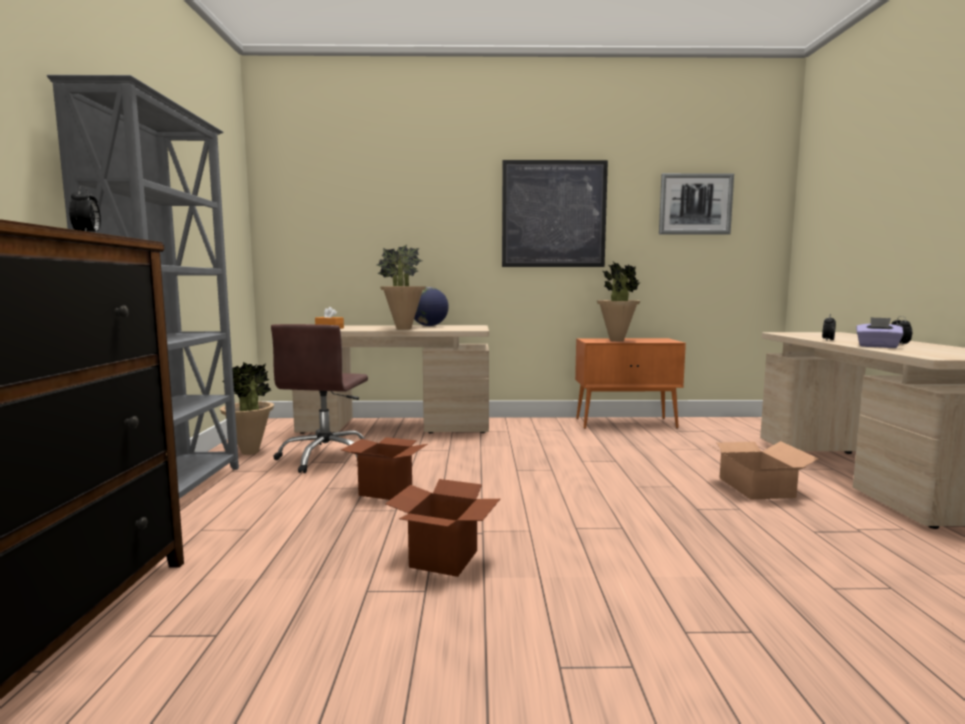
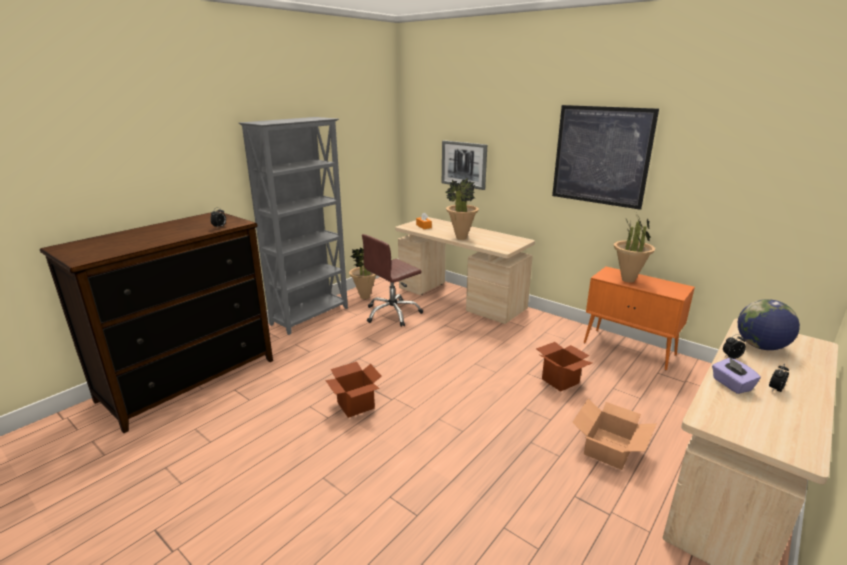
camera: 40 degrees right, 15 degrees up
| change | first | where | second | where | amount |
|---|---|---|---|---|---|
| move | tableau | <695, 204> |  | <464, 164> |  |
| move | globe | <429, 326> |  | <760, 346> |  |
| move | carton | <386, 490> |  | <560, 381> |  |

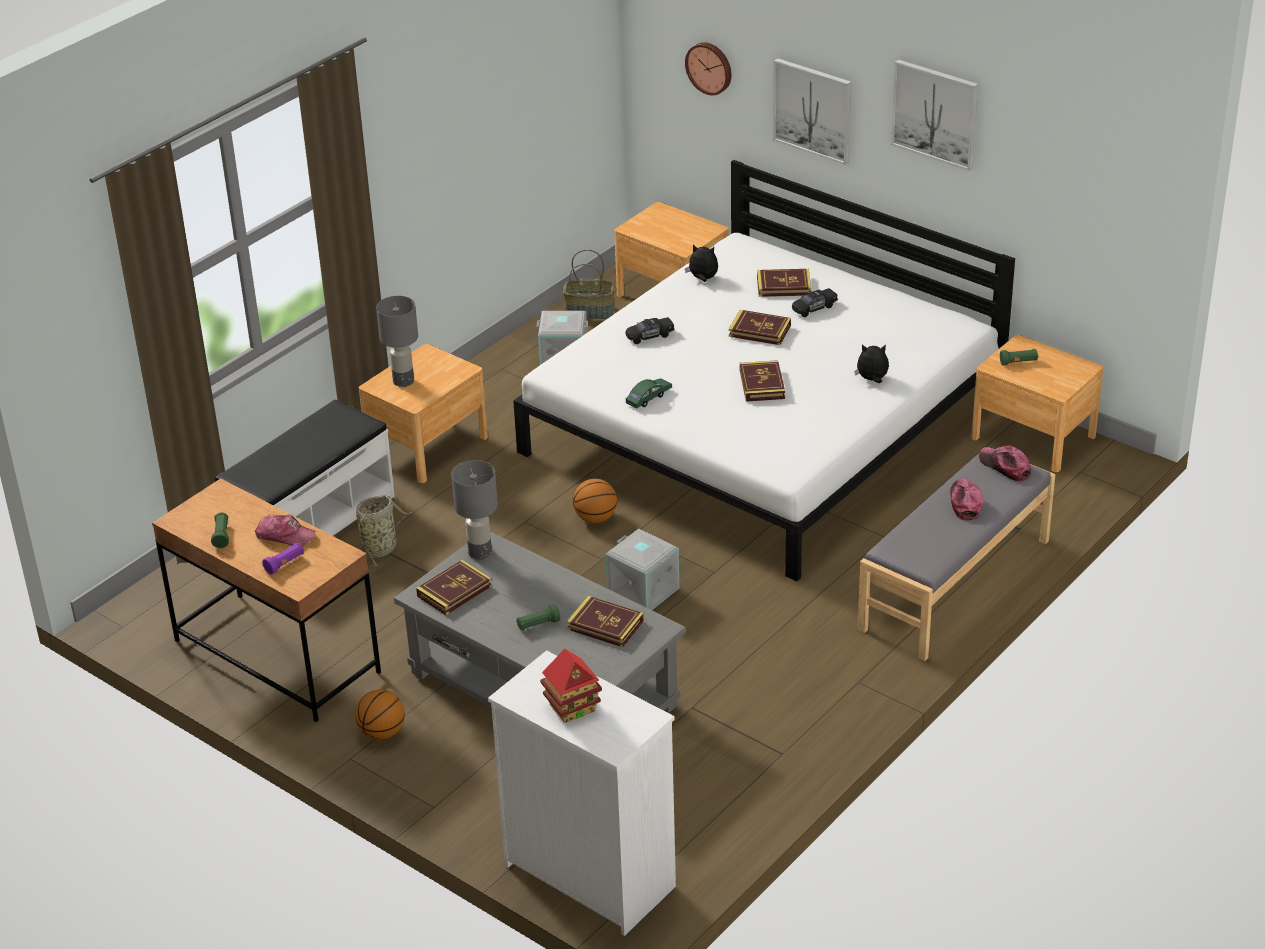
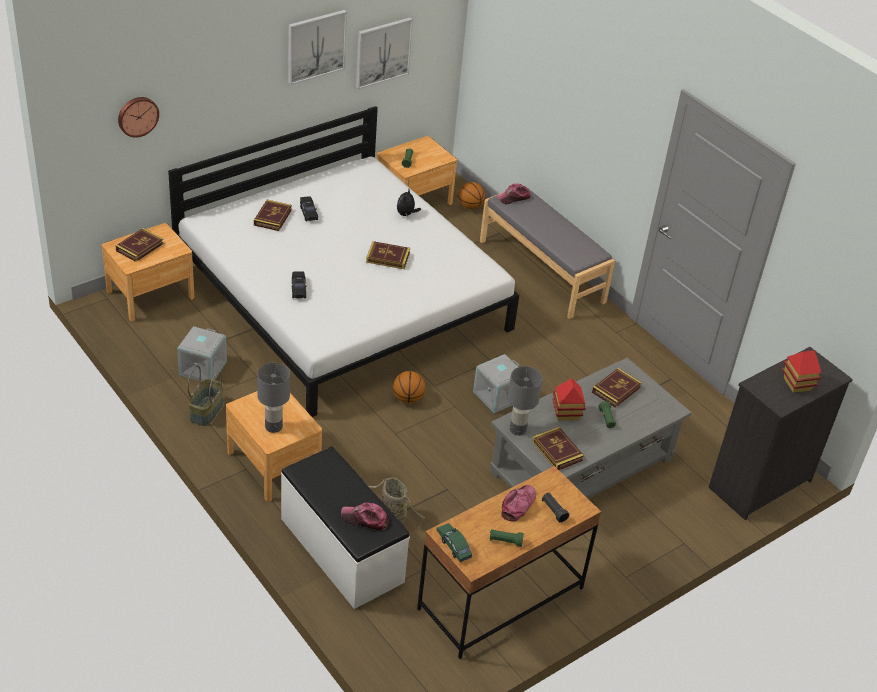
camera: 80 degrees left, 5 degrees up
| change | first | where | second | where | amount |
|---|---|---|---|---|---|
| move | tableau | <813, 110> |  | <382, 52> |  |
| delete | peluche | <703, 279> |  |  |  |
| move | panier | <590, 312> |  | <206, 411> |  |
| move | livre | <759, 331> |  | <139, 247> |  |
| move | petite voiture (vert) | <649, 398> |  | <453, 545> |  |
| move | casquette | <965, 502> |  | <365, 519> |  |
| recolor | lampe de poche (violet) | <285, 564> | lampe de poche (noir) | <553, 511> |  |
| recolor | commode (blanc) | <589, 874> | commode (noir) | <758, 484> |  |
| move | ballon de basket | <381, 732> |  | <470, 206> |  |
| insert |  |  | maison miniature | <566, 413> |  |

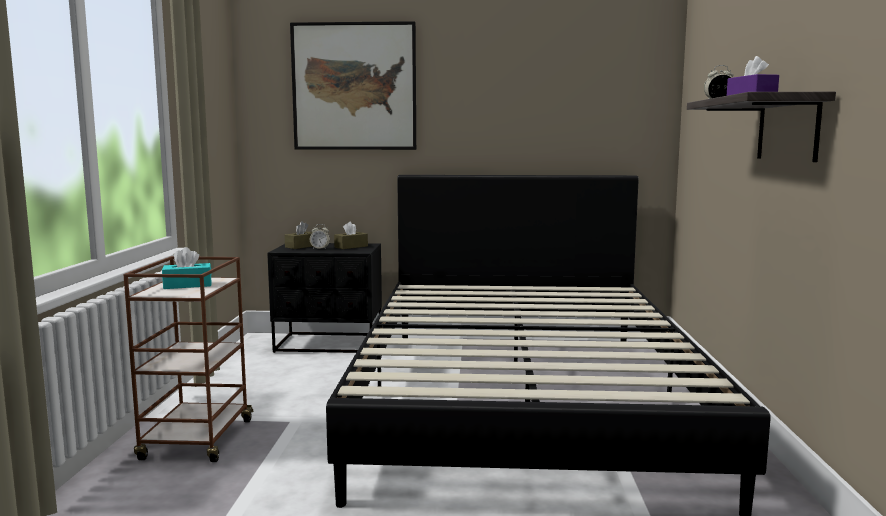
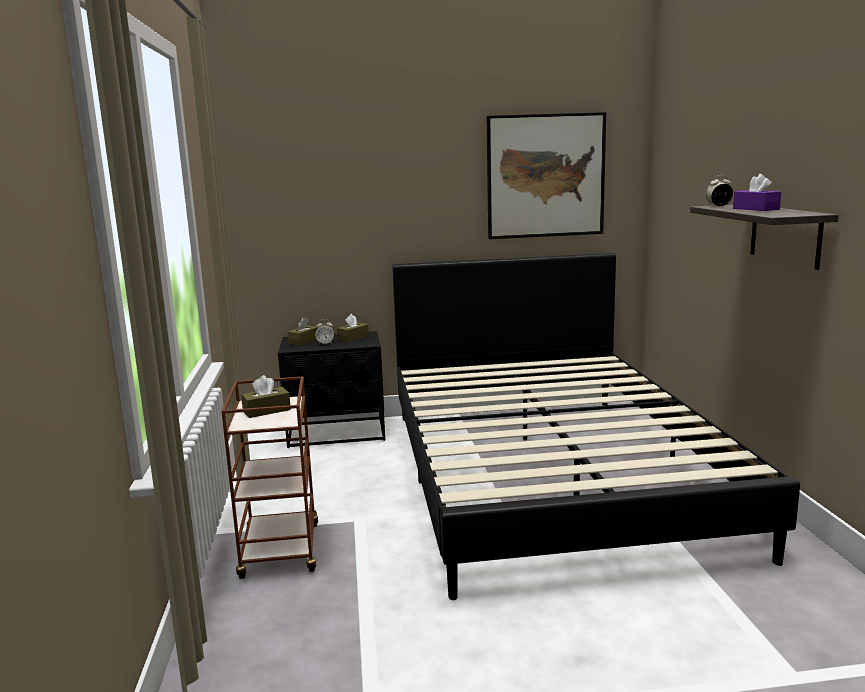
camera: 10 degrees left, 5 degrees up
| change | first | where | second | where | amount |
|---|---|---|---|---|---|
| move | tableau | <354, 87> |  | <545, 176> |  |
| recolor | boîte à mouchoirs (turquoise) | <187, 285> | boîte à mouchoirs (marron) | <266, 411> |  |

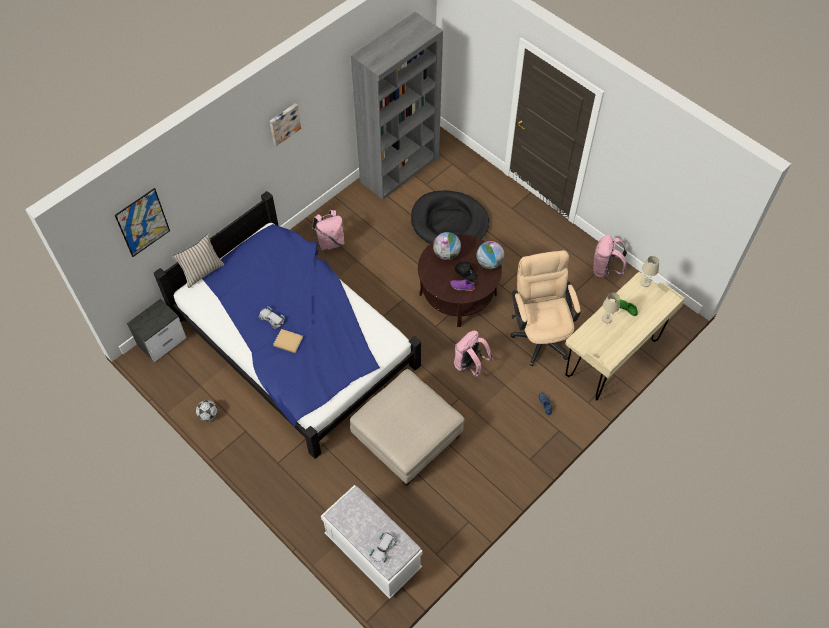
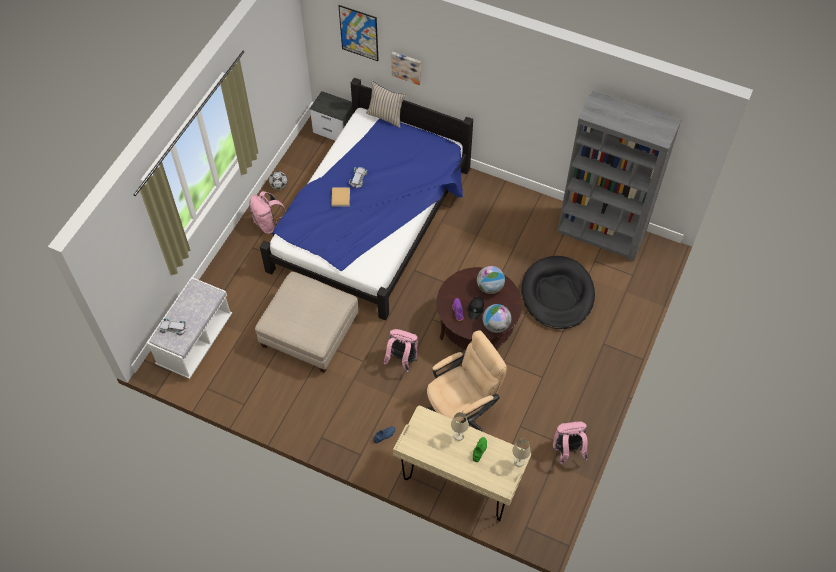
camera: 70 degrees right, 0 degrees up
| change | first | where | second | where | amount |
|---|---|---|---|---|---|
| move | tableau | <284, 123> |  | <407, 67> |  |
| move | sac à dos (rose) | <330, 242> |  | <269, 224> |  |

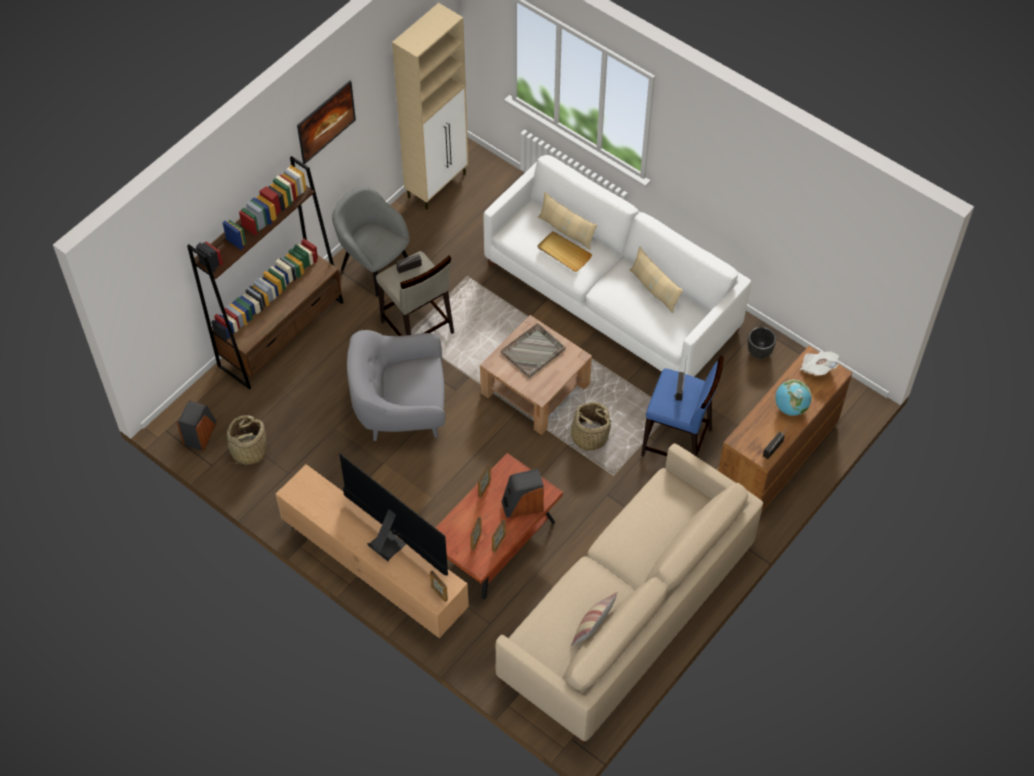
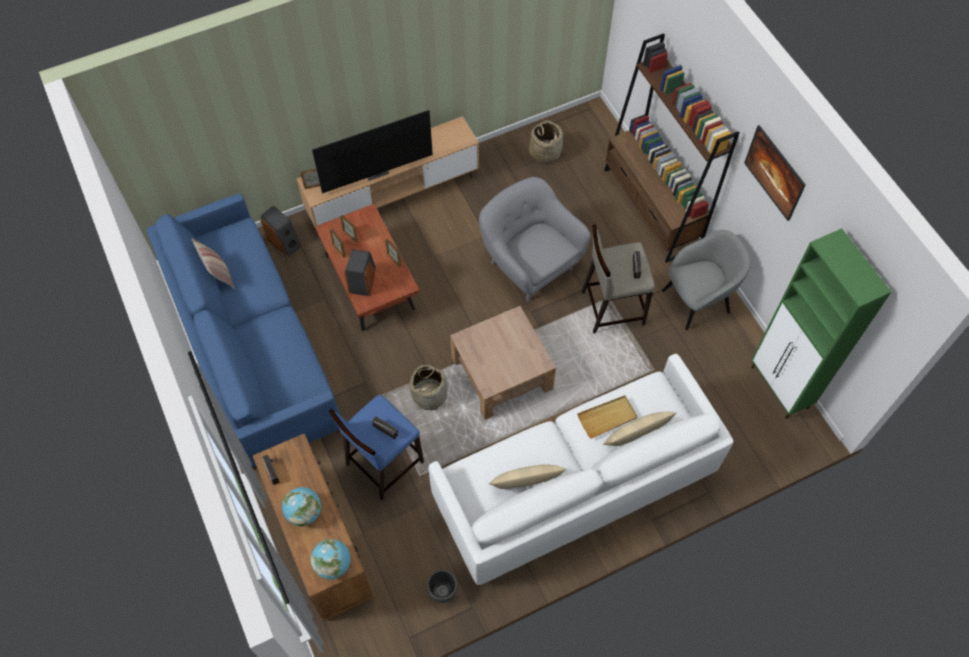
camera: 115 degrees right, 5 degrees up
| change | first | where | second | where | amount |
|---|---|---|---|---|---|
| recolor | meuble de rangement (beige) | <437, 185> | meuble de rangement (vert) | <779, 388> |  |
| delete | plateau (gris) | <533, 350> |  |  |  |
| rotate | fauteuil (gris) | <401, 411> |  | <529, 264> | 60 degrees counterclockwise |
| replace | journal | <817, 367> | globe | <333, 564> |  |
| move | enceinte | <200, 434> |  | <284, 242> |  |
| recolor | canapé (beige) | <627, 612> | canapé (bleu) | <252, 348> |  |

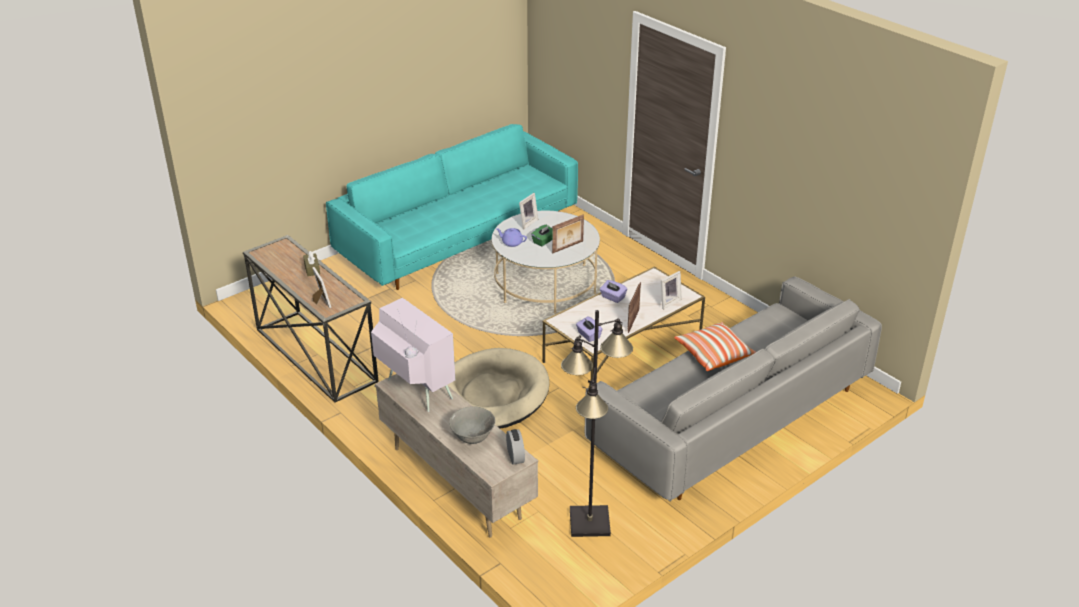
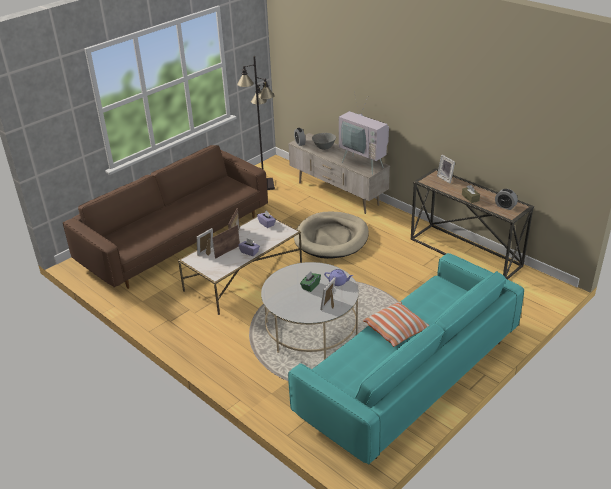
camera: 175 degrees right, 0 degrees up
| change | first | where | second | where | amount |
|---|---|---|---|---|---|
| move | cadre photo | <568, 247> |  | <227, 251> |  |
| recolor | canapé (gris) | <730, 417> | canapé (marron) | <176, 239> |  |
| move | coussin | <713, 354> |  | <397, 331> |  |
| insert |  |  | réveil | <505, 206> |  |

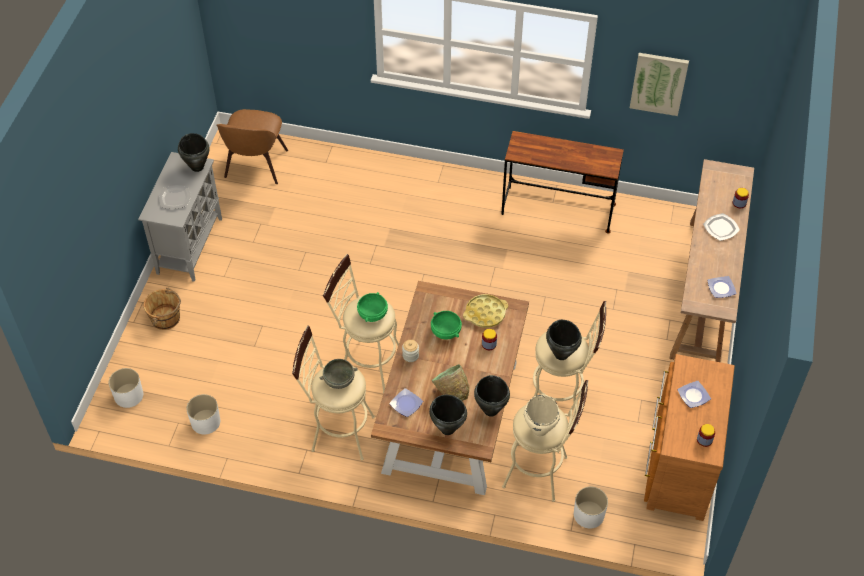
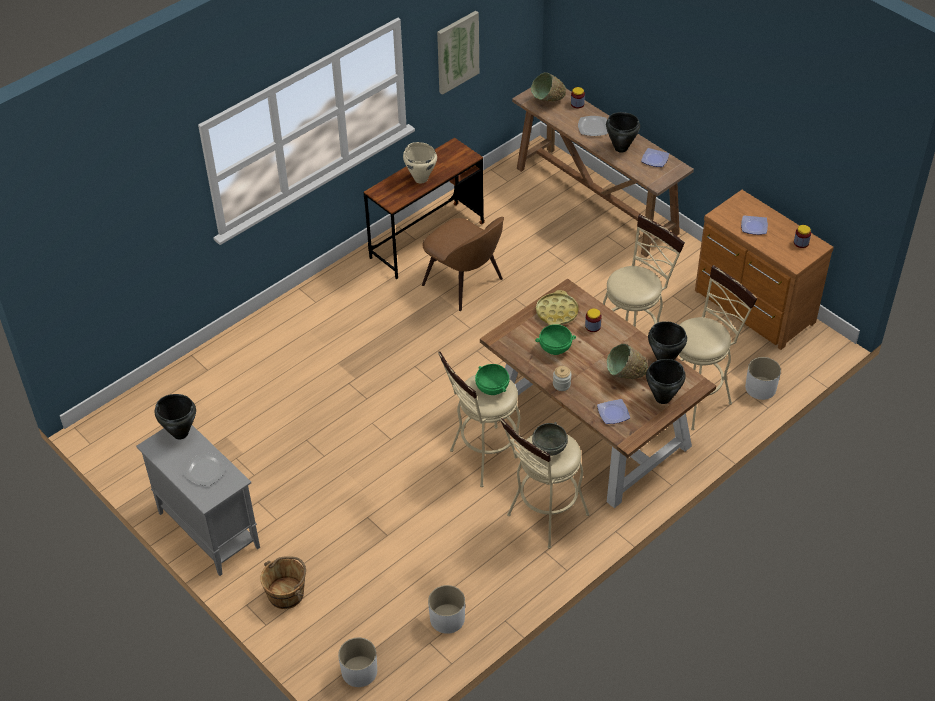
camera: 55 degrees left, 5 degrees down
| change | first | where | second | where | amount |
|---|---|---|---|---|---|
| move | chaise (marron) | <255, 166> |  | <464, 283> |  |
| move | marmite (noir) | <561, 354> |  | <620, 148> |  |
| move | marmite (beige) | <540, 430> |  | <421, 179> |  |
| insert |  |  | bol (vert) | <548, 102> |  |

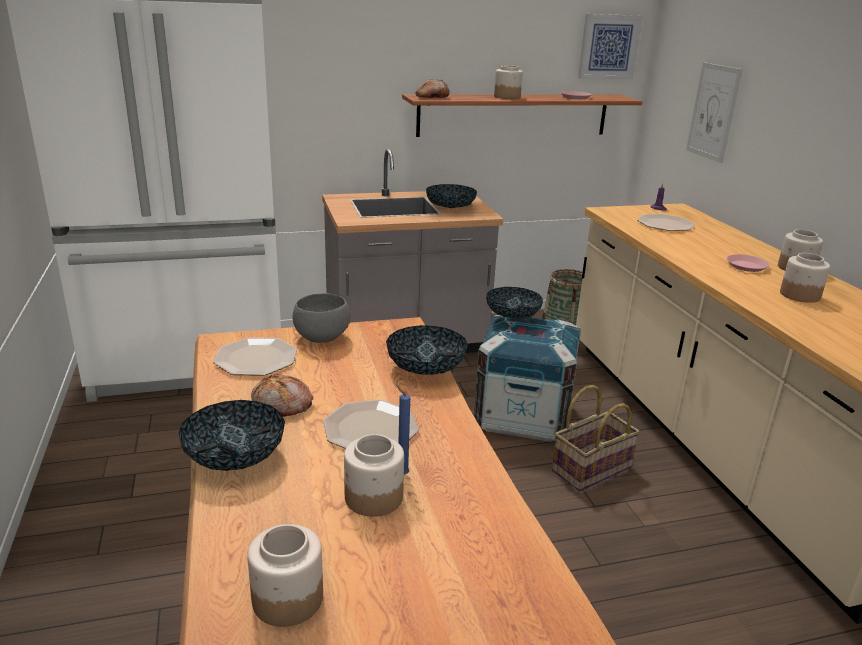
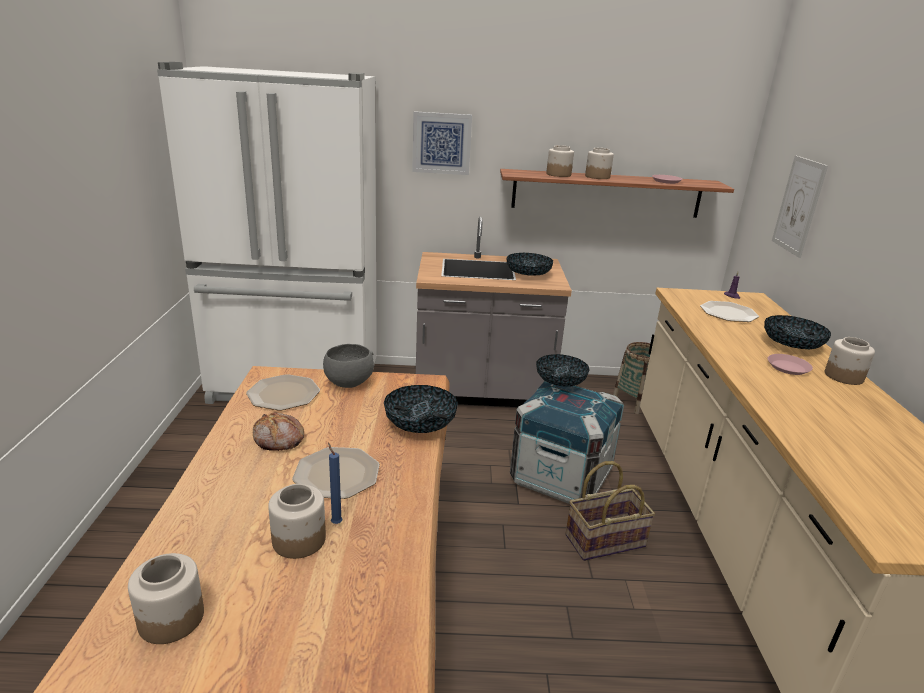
camera: 15 degrees right, 0 degrees up
| change | first | where | second | where | amount |
|---|---|---|---|---|---|
| move | tableau | <609, 47> |  | <441, 143> |  |
| delete | pain | <432, 97> |  |  |  |
| move | bocal | <799, 295> |  | <558, 174> |  |
| move | bol | <235, 456> |  | <791, 346> |  |

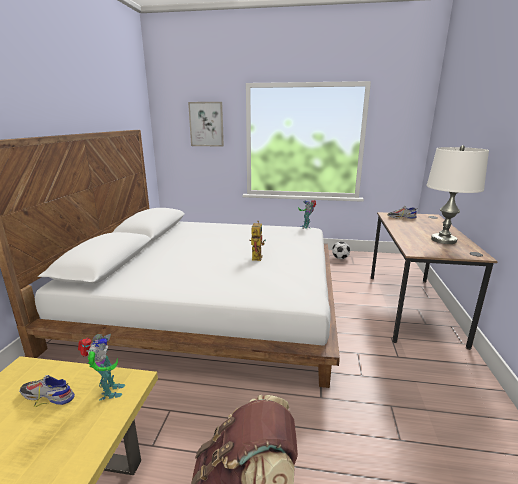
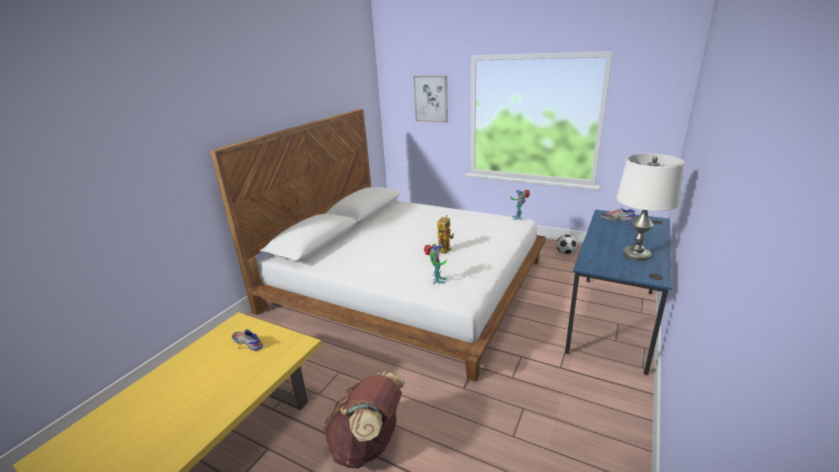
camera: 20 degrees right, 5 degrees up
| change | first | where | second | where | amount |
|---|---|---|---|---|---|
| recolor | bureau (marron) | <411, 307> | bureau (bleu) | <612, 320> |  |
| move | robot jouet | <108, 392> |  | <437, 280> |  |

